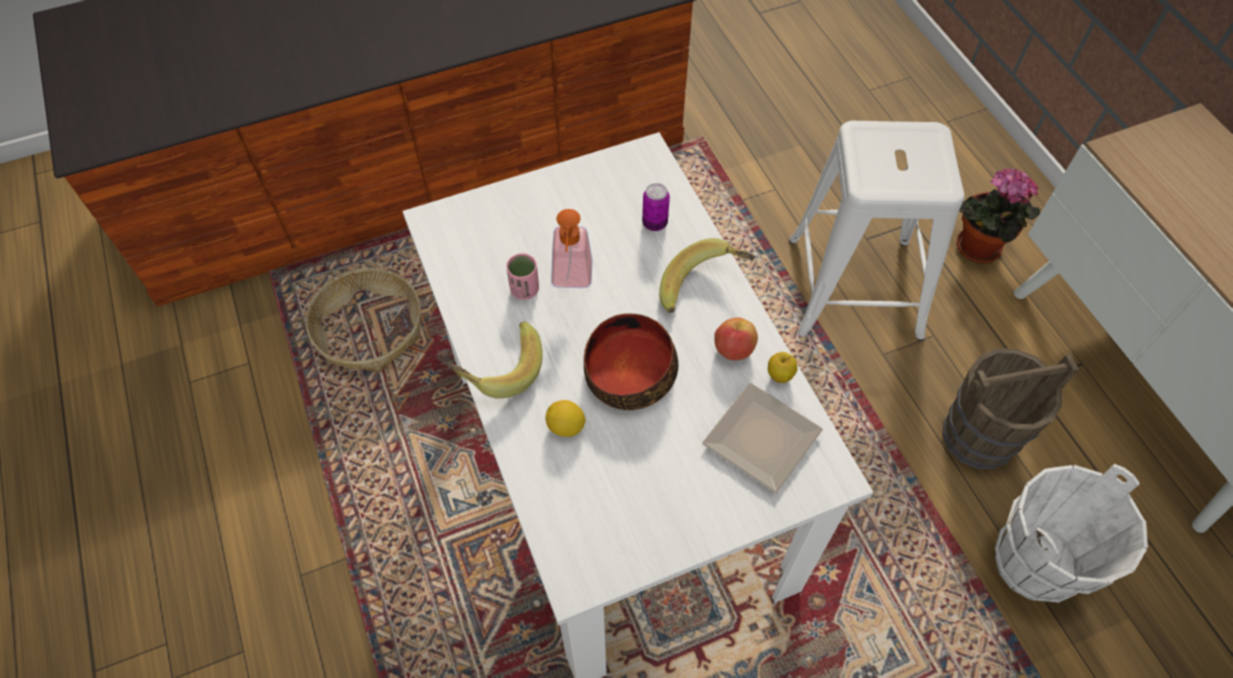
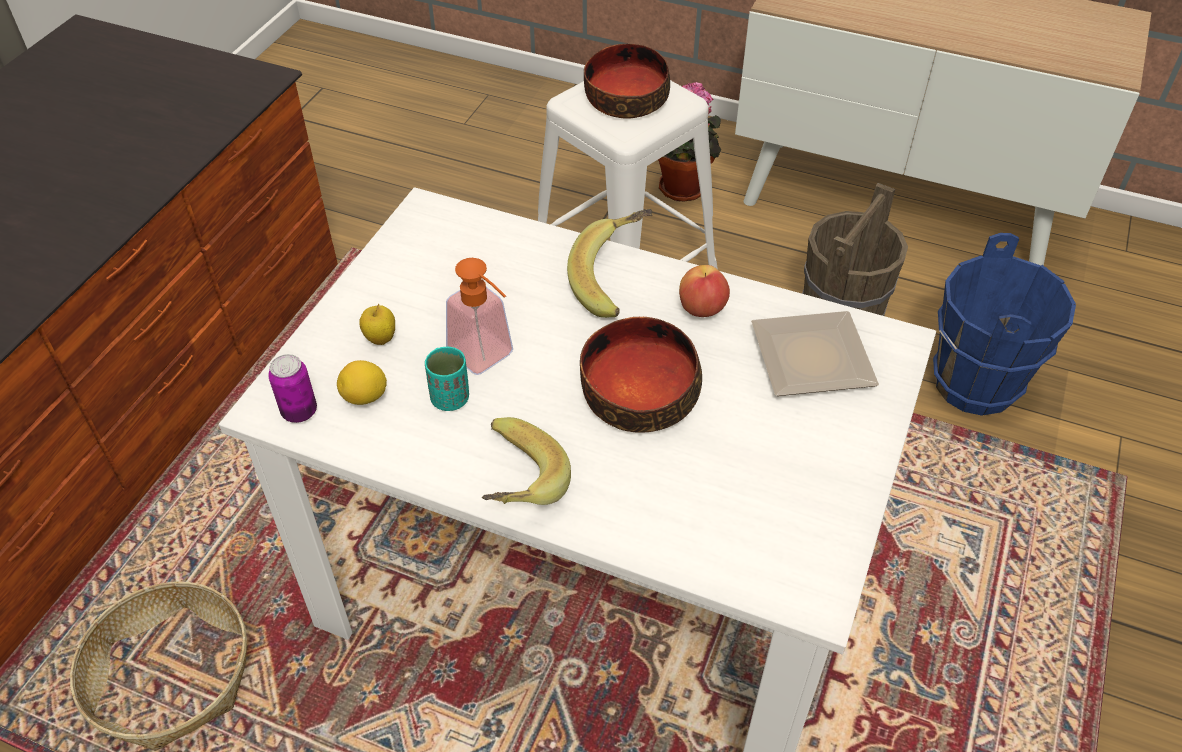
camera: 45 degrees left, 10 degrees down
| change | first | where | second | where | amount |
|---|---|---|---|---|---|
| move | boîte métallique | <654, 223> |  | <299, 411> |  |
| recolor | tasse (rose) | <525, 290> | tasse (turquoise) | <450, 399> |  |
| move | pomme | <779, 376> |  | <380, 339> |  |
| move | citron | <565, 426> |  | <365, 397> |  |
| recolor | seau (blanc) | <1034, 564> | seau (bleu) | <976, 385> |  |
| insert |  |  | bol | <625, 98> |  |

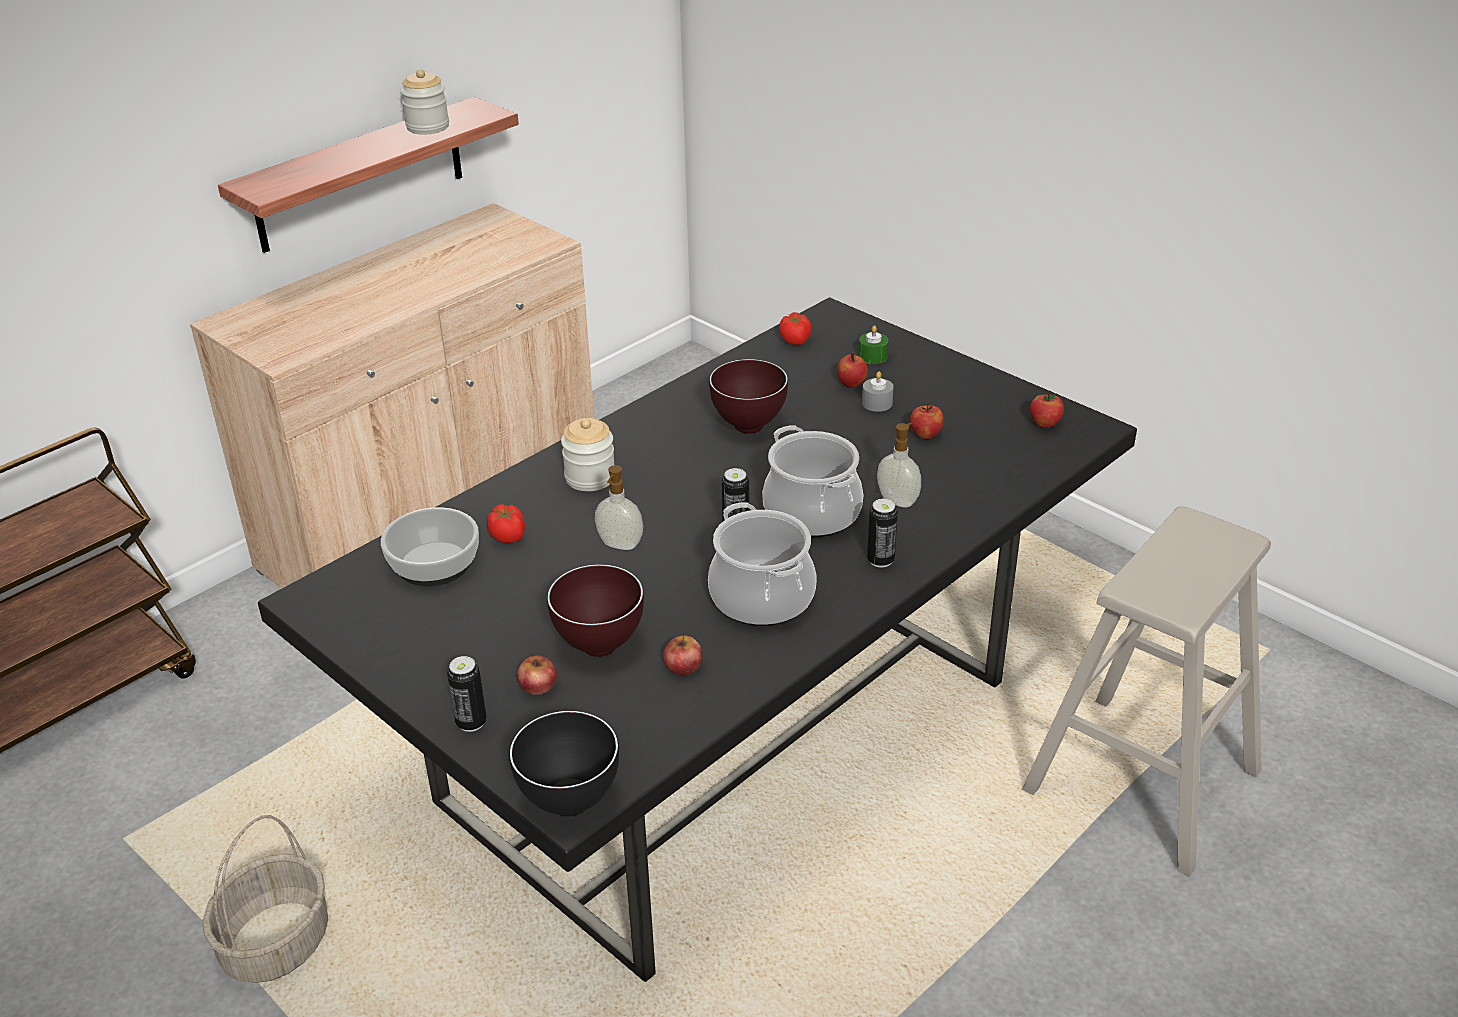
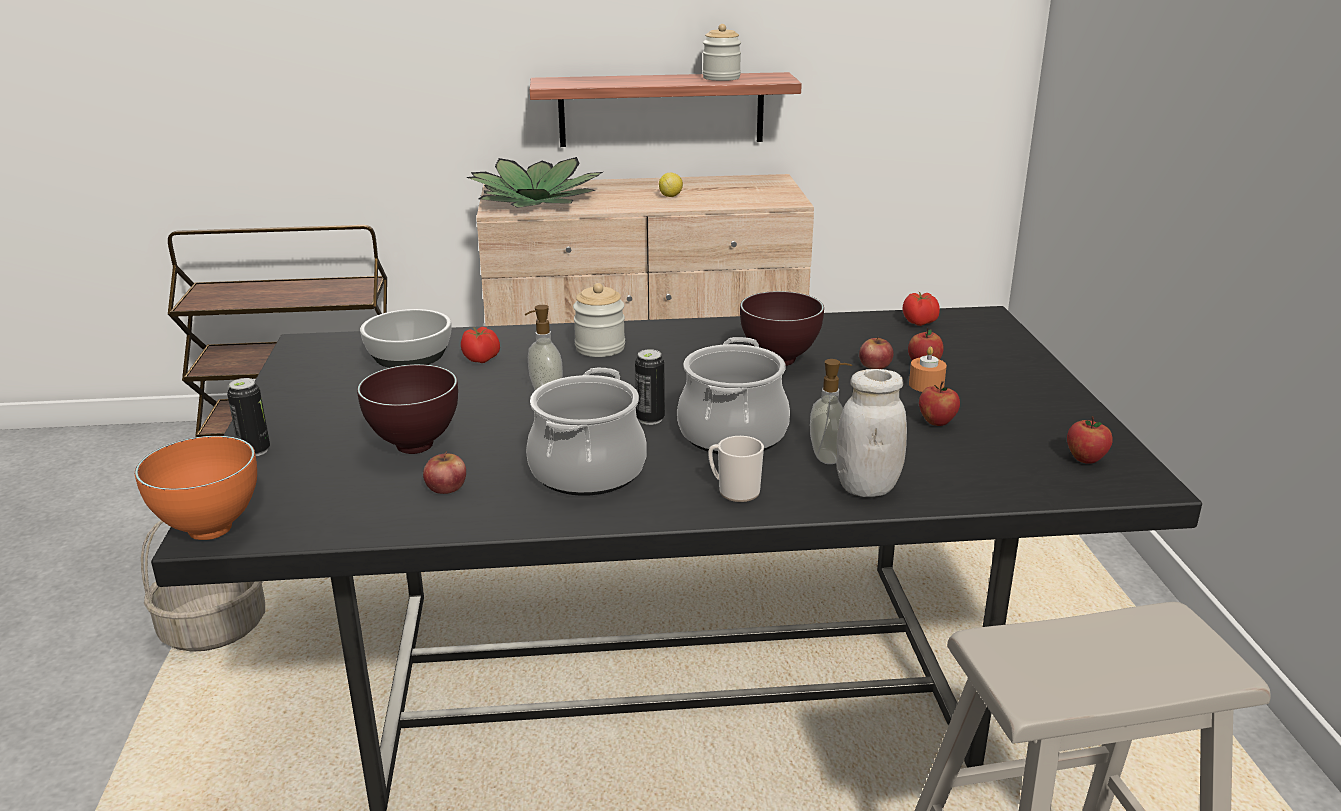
camera: 40 degrees right, 10 degrees down
| change | first | where | second | where | amount |
|---|---|---|---|---|---|
| delete | bougie (vert) | <872, 356> |  |  |  |
| recolor | bougie (gris) | <877, 403> | bougie (orange) | <926, 385> |  |
| replace | boîte métallique | <880, 560> | mug | <734, 491> |  |
| move | pomme | <538, 685> |  | <875, 365> |  |
| recolor | bol (noir) | <572, 804> | bol (orange) | <210, 532> |  |
| insert |  |  | plante en pot | <536, 200> |  |
| insert |  |  | citron | <670, 196> |  |
| insert |  |  | bocal (blanc) | <867, 487> |  |

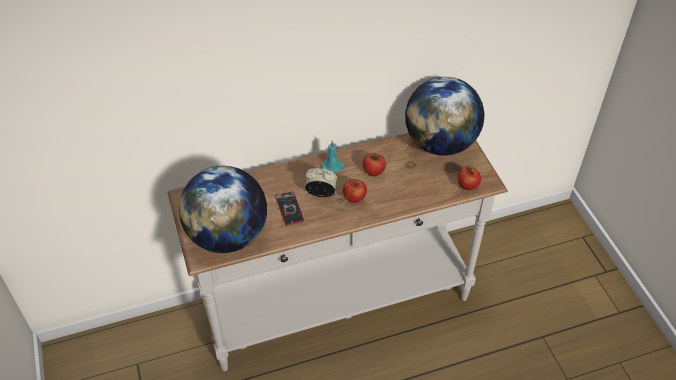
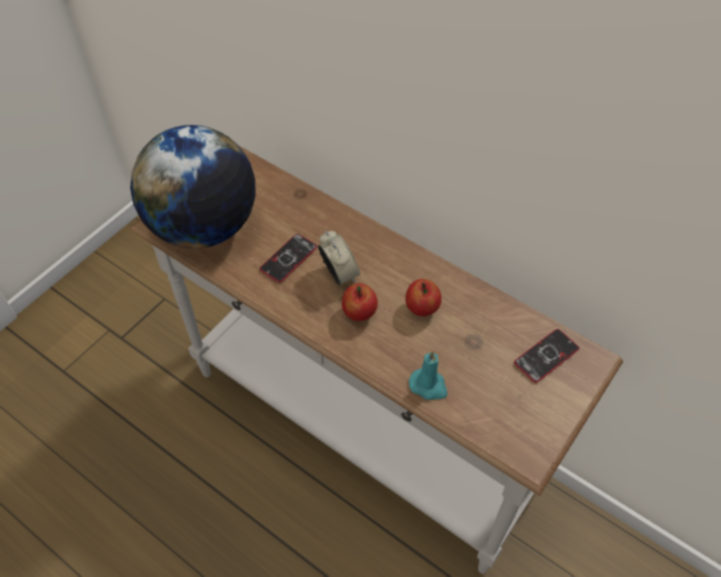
camera: 55 degrees right, 5 degrees up
| change | first | where | second | where | amount |
|---|---|---|---|---|---|
| replace | globe | <440, 143> | téléphone | <546, 356> |  |
| move | bougie (turquoise) | <333, 167> |  | <429, 386> |  |
| delete | pomme | <467, 186> |  |  |  |

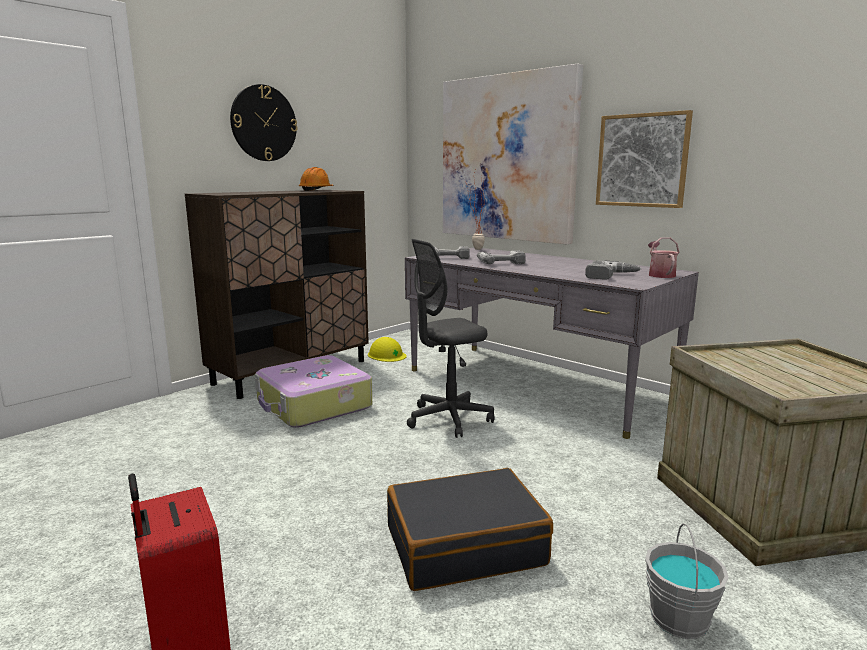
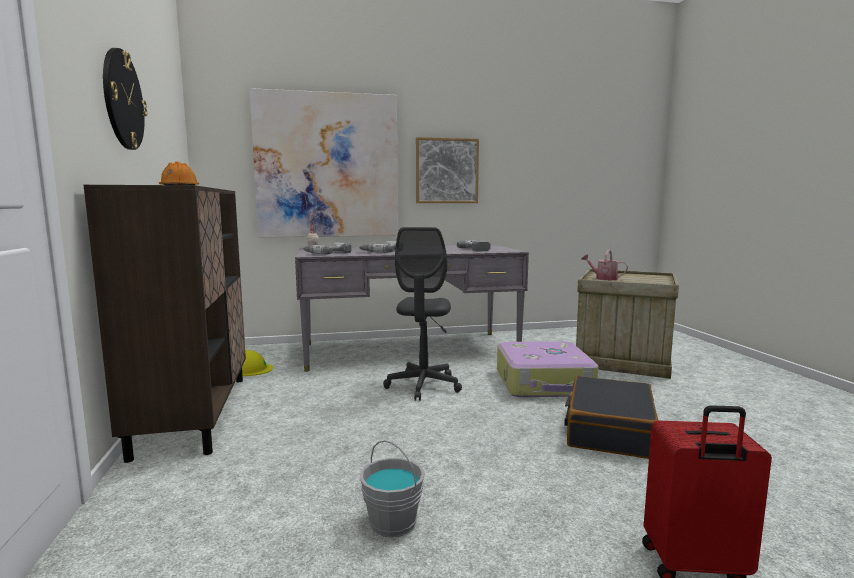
camera: 55 degrees left, 5 degrees down
| change | first | where | second | where | amount |
|---|---|---|---|---|---|
| move | arrosoir | <660, 275> |  | <603, 278> |  |
| move | valise | <313, 405> |  | <544, 383> |  |
| move | seau (gris) | <680, 618> |  | <393, 522> |  |

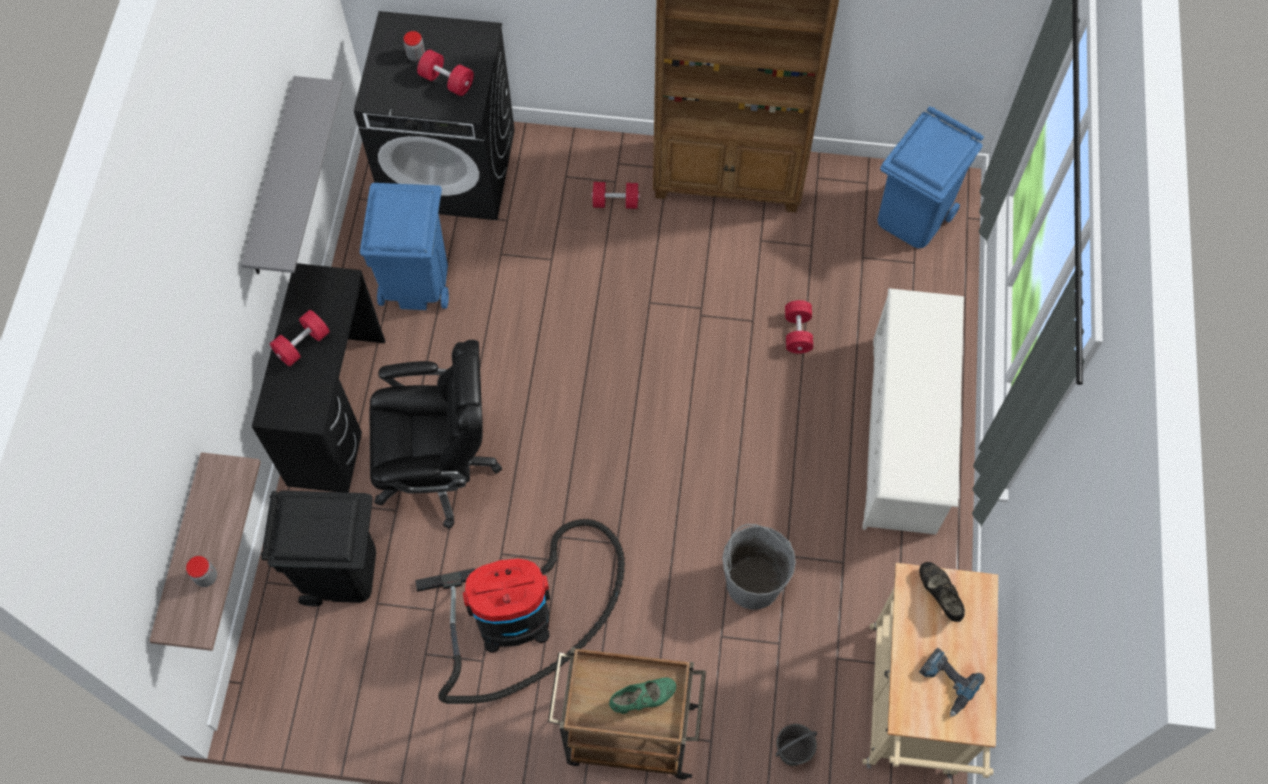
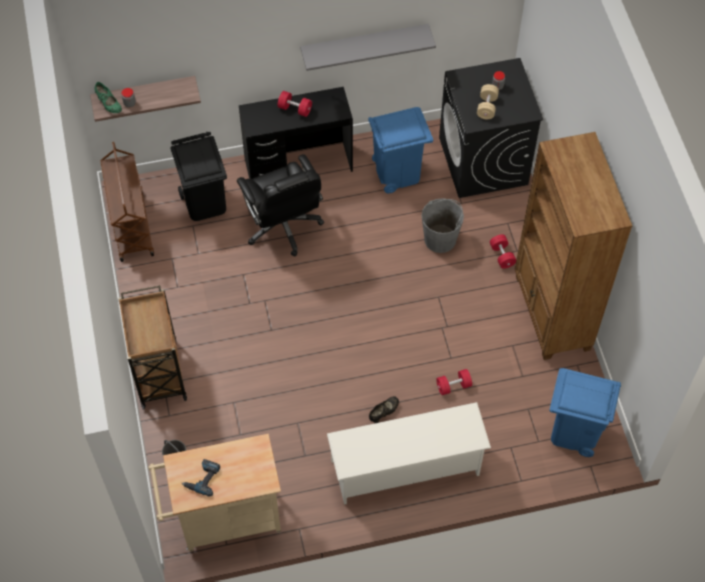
camera: 70 degrees right, 5 degrees down
| change | first | where | second | where | amount |
|---|---|---|---|---|---|
| recolor | haltère (rouge) | <447, 81> | haltère (beige) | <487, 107> |  |
| delete | aspirateur | <522, 615> |  |  |  |
| move | seau (gris) | <753, 582> |  | <440, 239> |  |
| move | chaussure (noir) | <939, 595> |  | <383, 412> |  |
| move | chaussure (vert) | <643, 699> |  | <109, 104> |  |
| insert |  |  | chariot (marron) | <131, 225> |  |

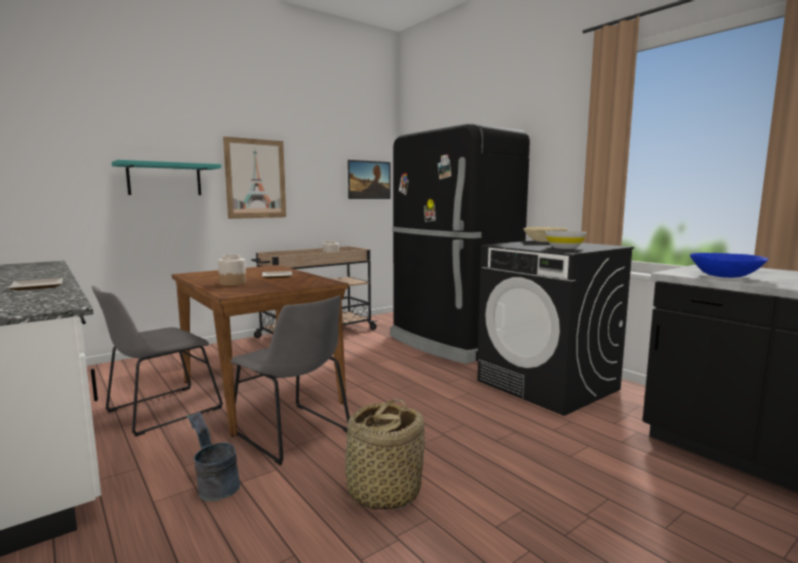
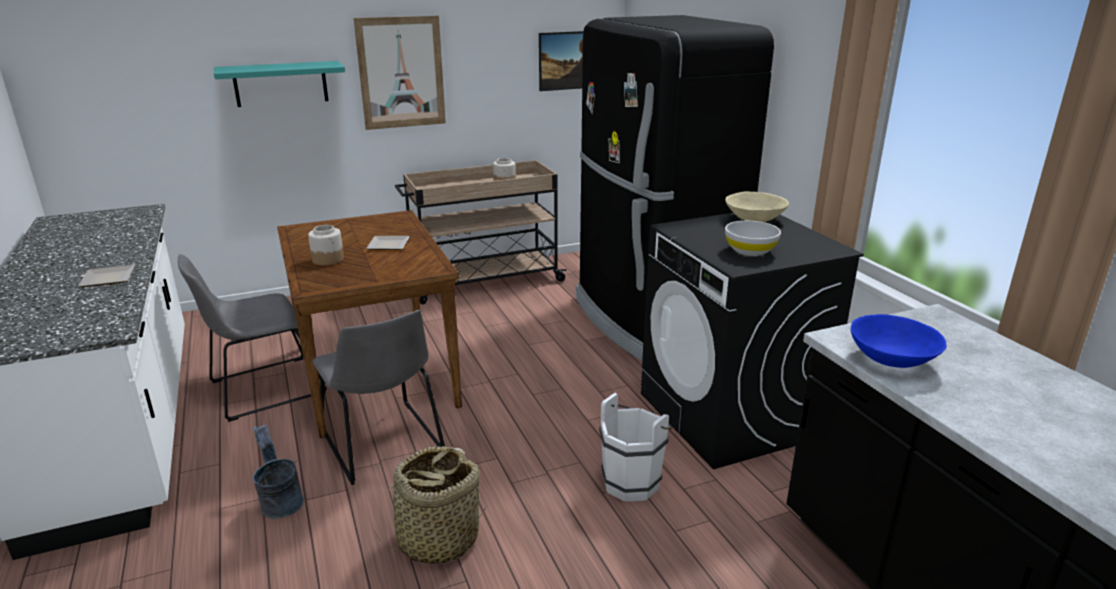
camera: 15 degrees right, 15 degrees up
| change | first | where | second | where | amount |
|---|---|---|---|---|---|
| insert |  |  | seau (blanc) | <633, 481> |  |

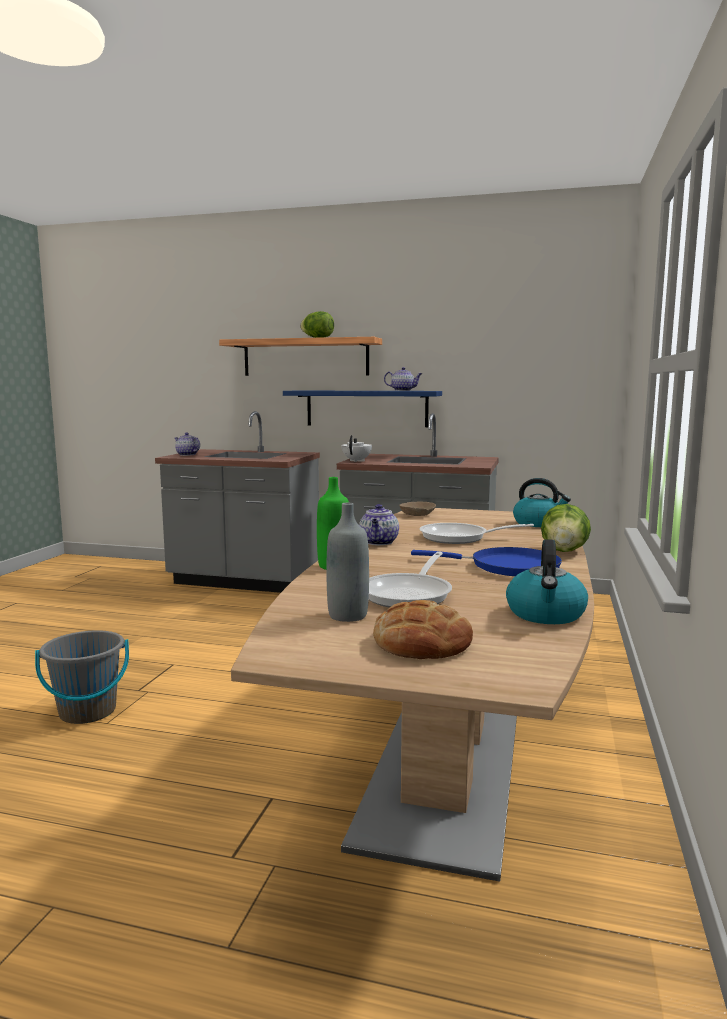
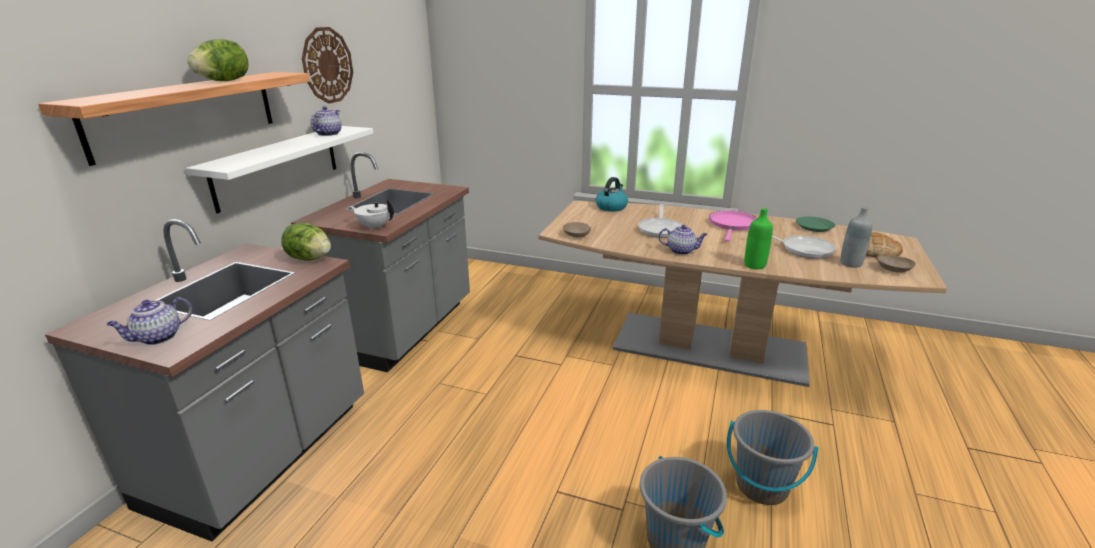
camera: 85 degrees left, 15 degrees up
| change | first | where | second | where | amount |
|---|---|---|---|---|---|
| recolor | étagère (bleu) | <366, 408> | étagère (blanc) | <278, 166> |  |
| move | laitue | <564, 551> |  | <310, 259> |  |
| replace | bouilloire | <546, 614> | assiette (vert) | <813, 227> |  |
| recolor | poêle (bleu) | <508, 567> | poêle (rose) | <732, 225> |  |
| insert |  |  | horloge murale | <327, 65> |  |
| insert |  |  | bol (beige) | <893, 269> |  |
| insert |  |  | seau (gris) | <761, 486> |  |

